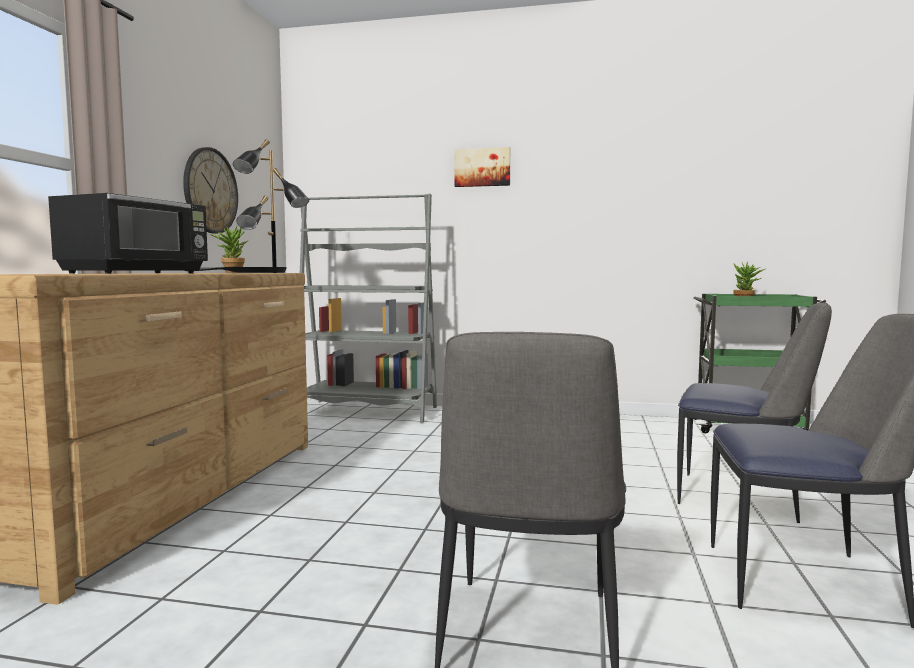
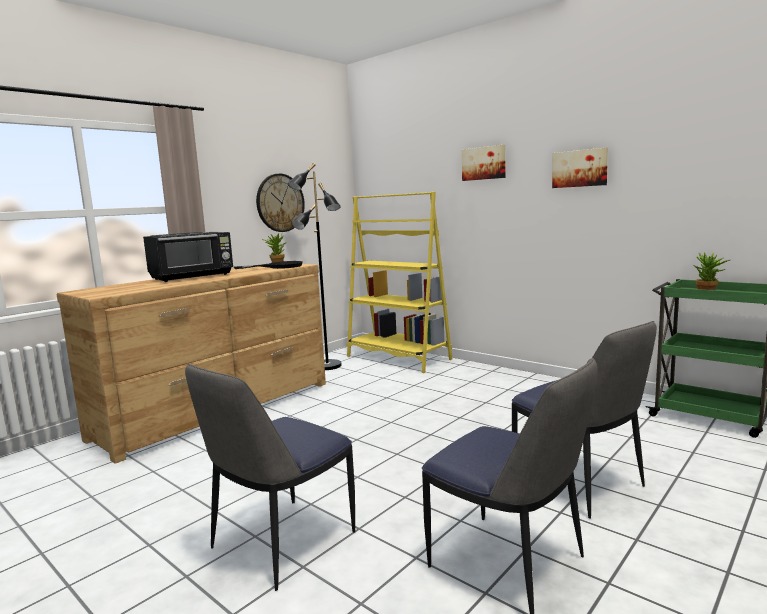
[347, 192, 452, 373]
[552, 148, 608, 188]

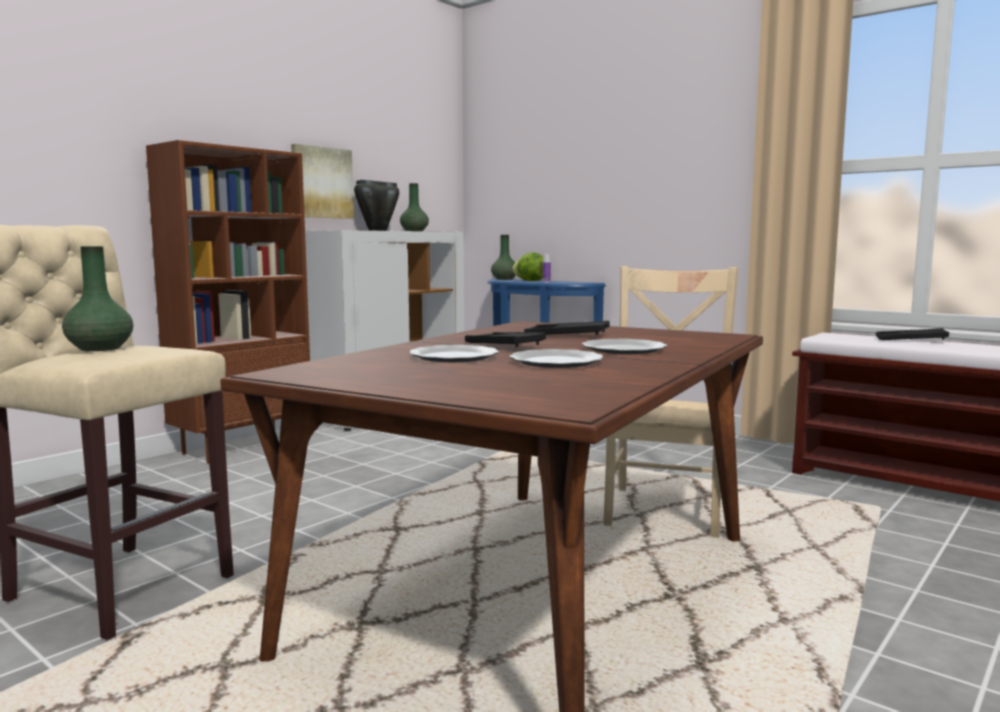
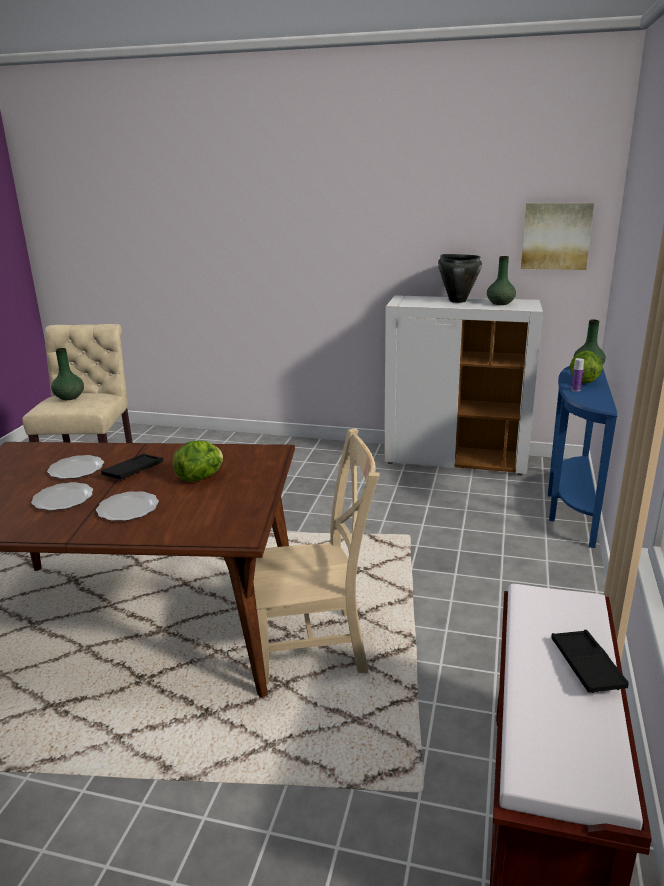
[146, 140, 310, 464] (first image)
[521, 203, 594, 270]
[173, 441, 223, 482]

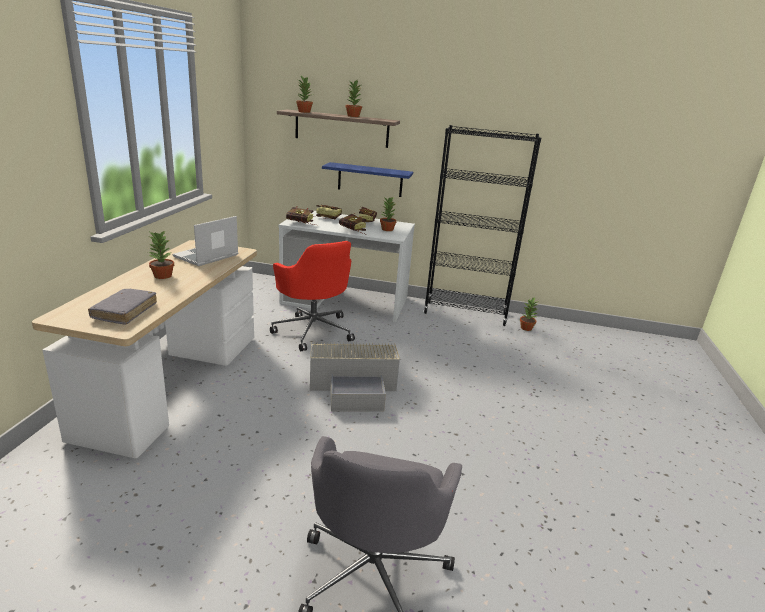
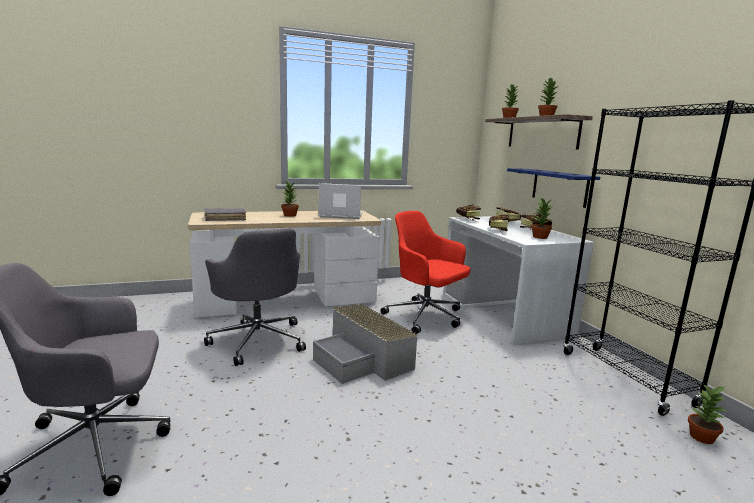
[381, 211, 470, 334]
[204, 228, 306, 366]

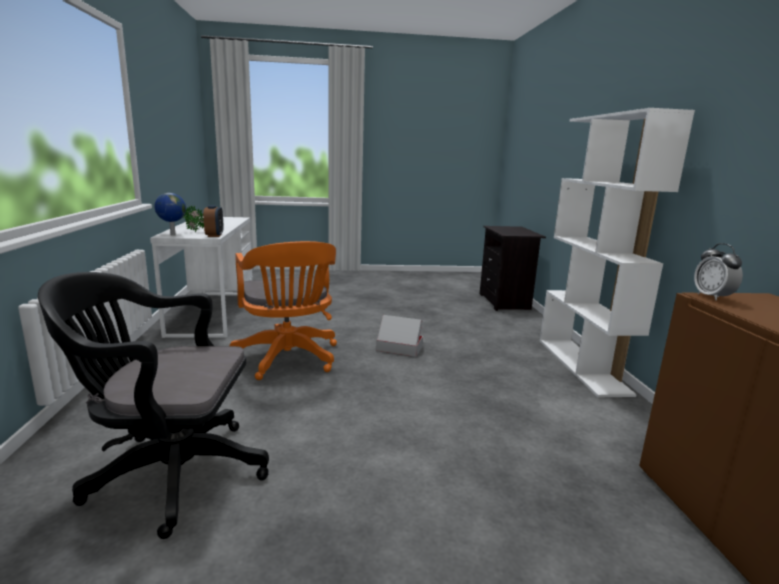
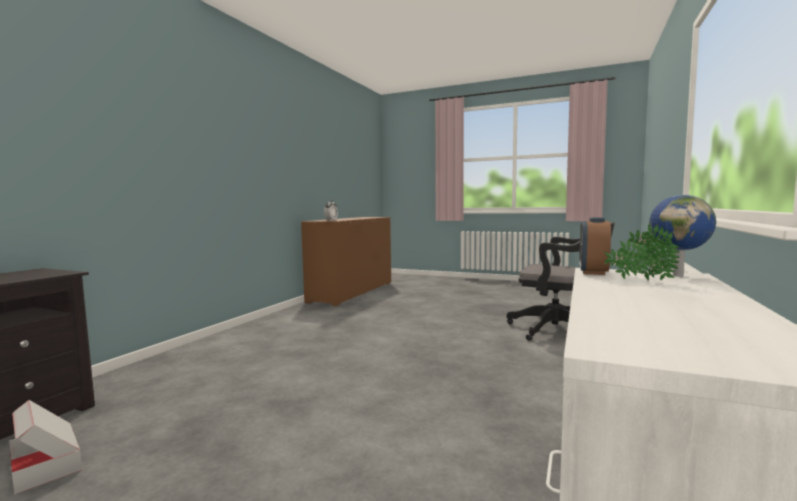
[229, 241, 337, 380] (first image)
[9, 400, 82, 495]
[540, 108, 695, 397] (first image)

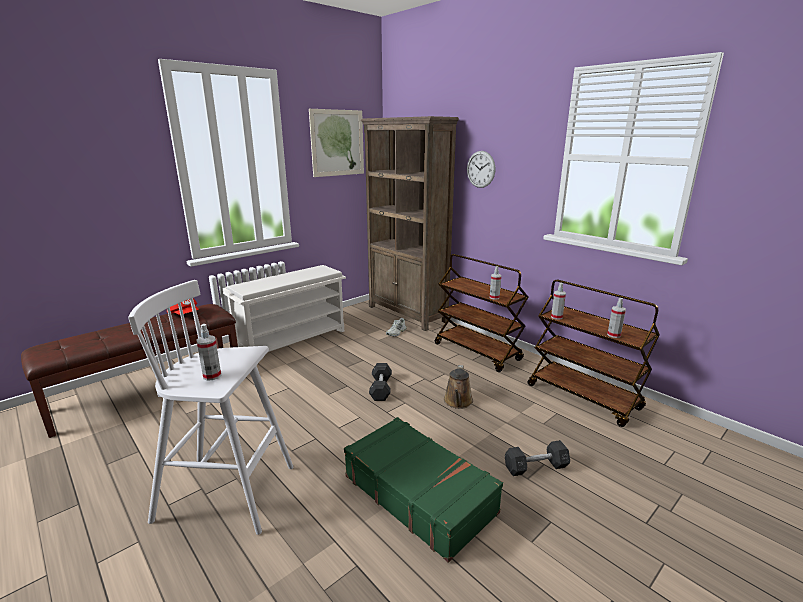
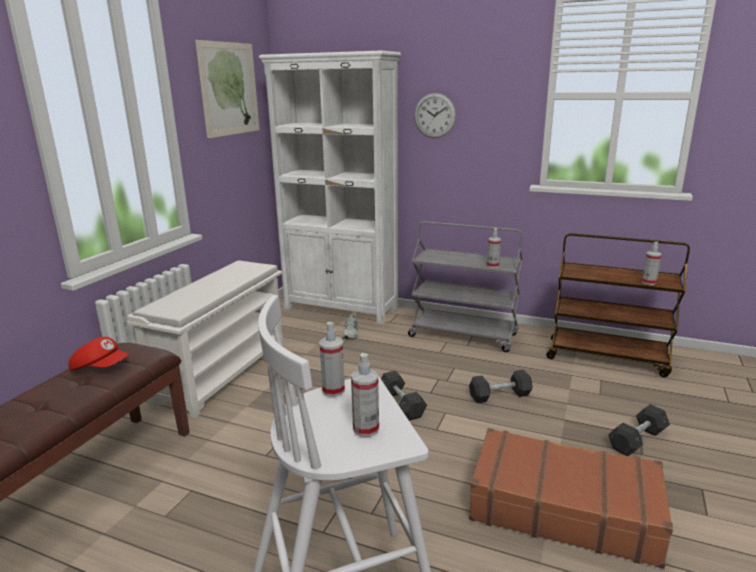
[469, 428, 673, 569]
[259, 51, 401, 325]
[408, 221, 523, 352]
[469, 370, 533, 403]
[320, 322, 345, 397]

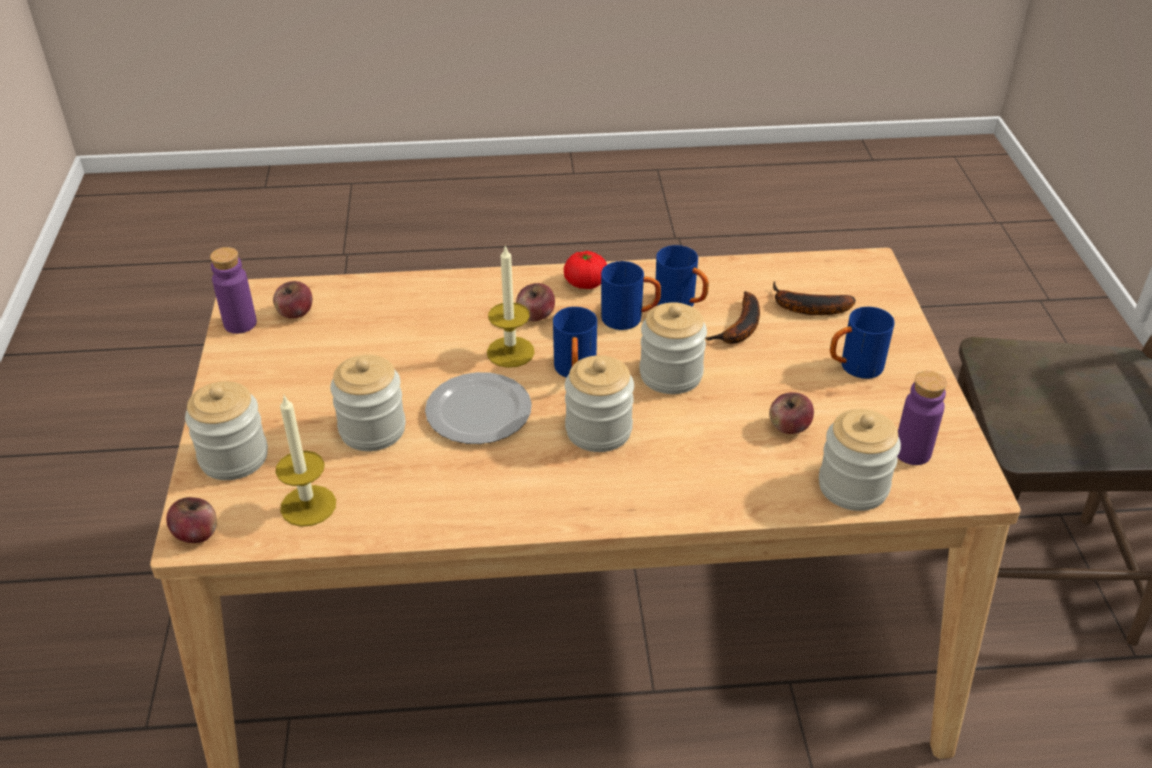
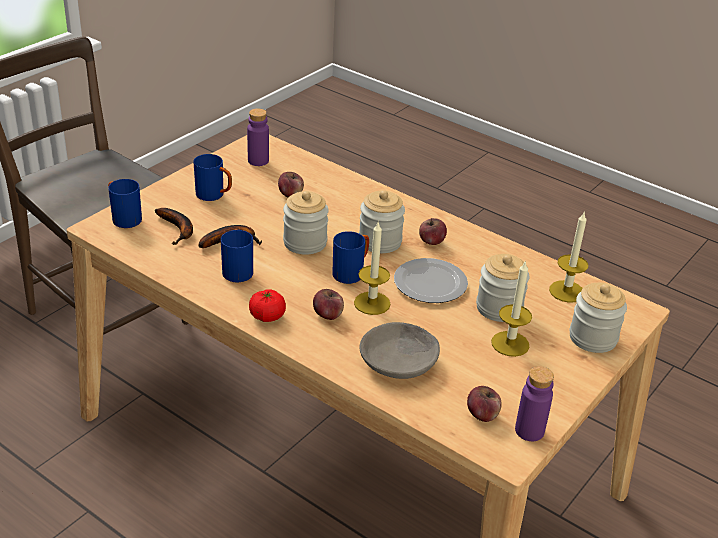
[419, 218, 447, 245]
[108, 179, 142, 228]
[819, 409, 901, 511] (first image)
[359, 322, 440, 379]
[491, 260, 532, 357]

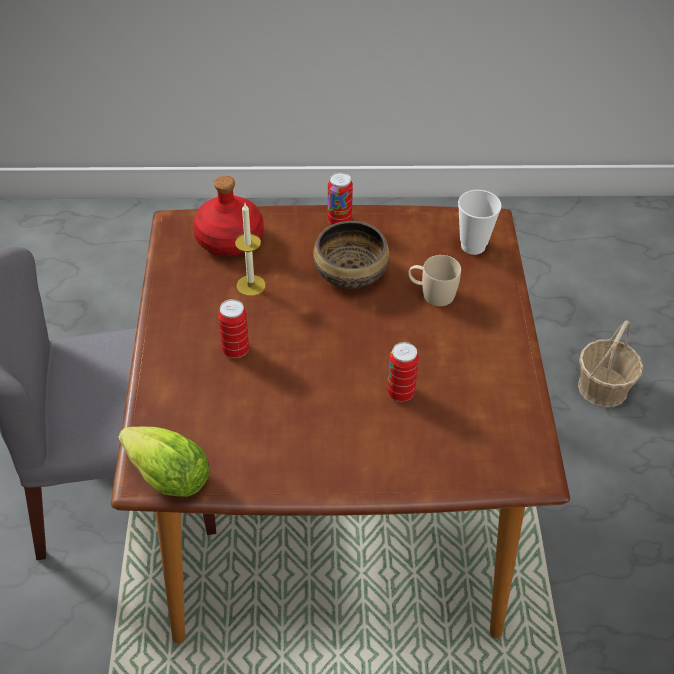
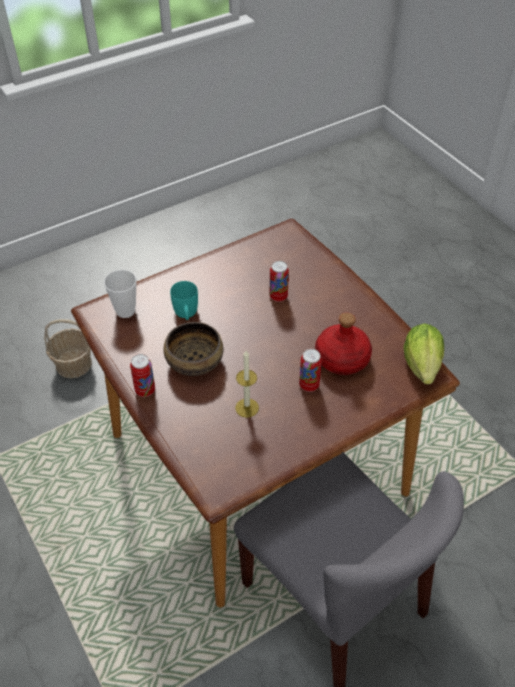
[315, 313, 372, 375]
[170, 281, 198, 320]

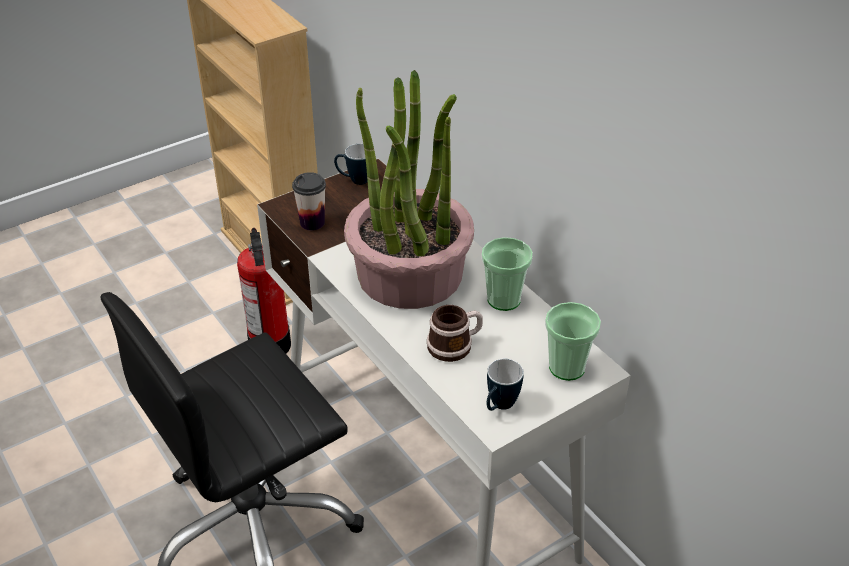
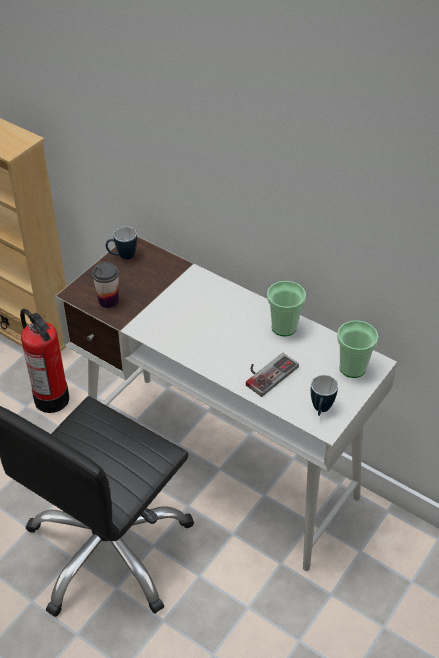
[344, 70, 474, 309] (first image)
[246, 353, 299, 397]

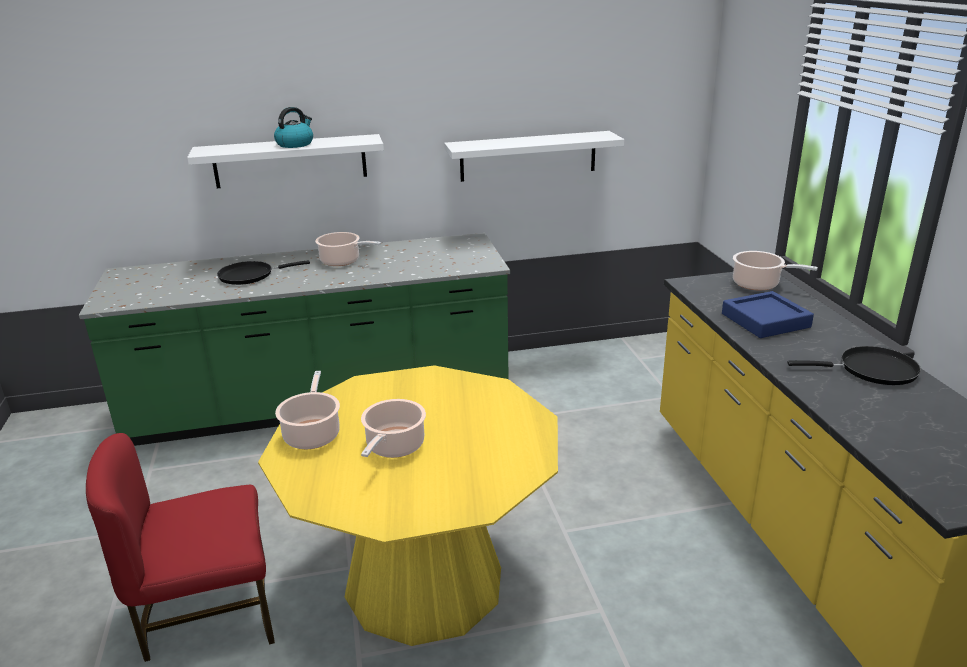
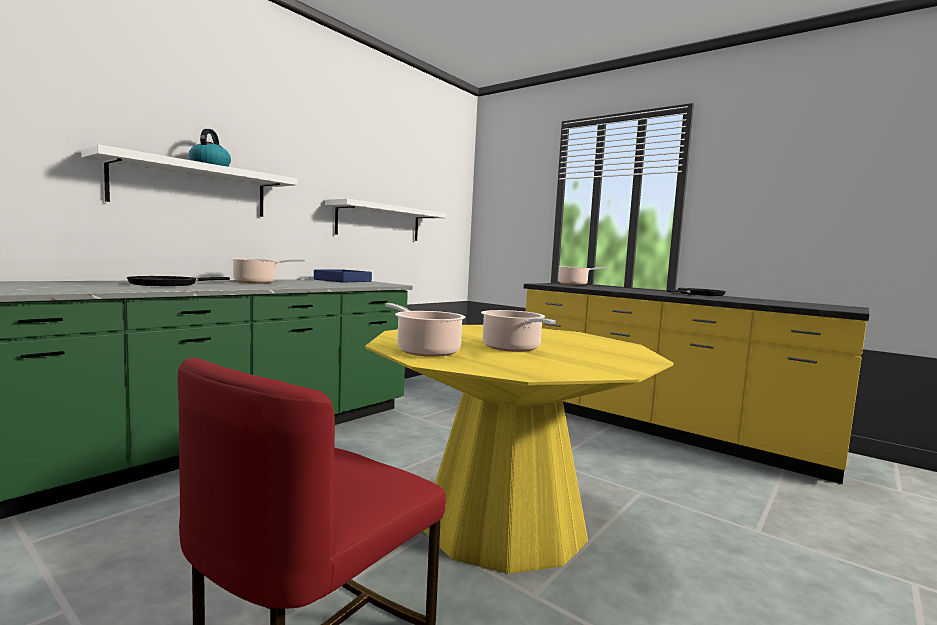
[314, 269, 372, 283]

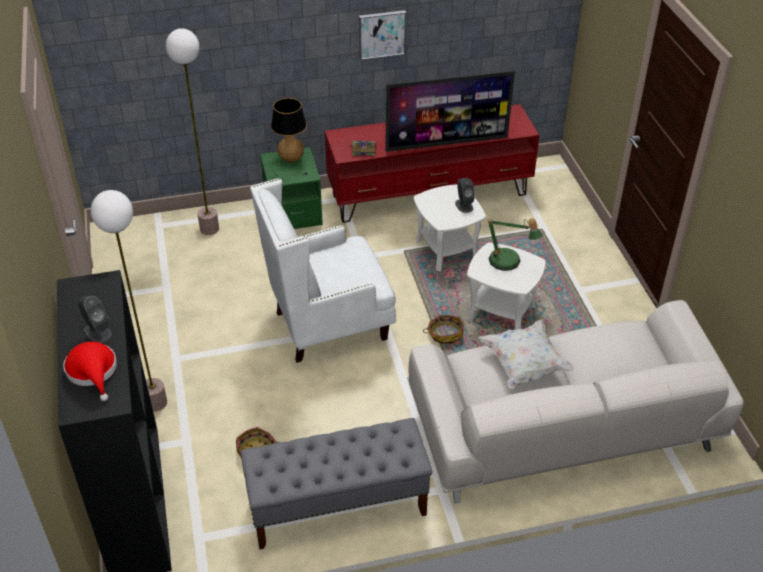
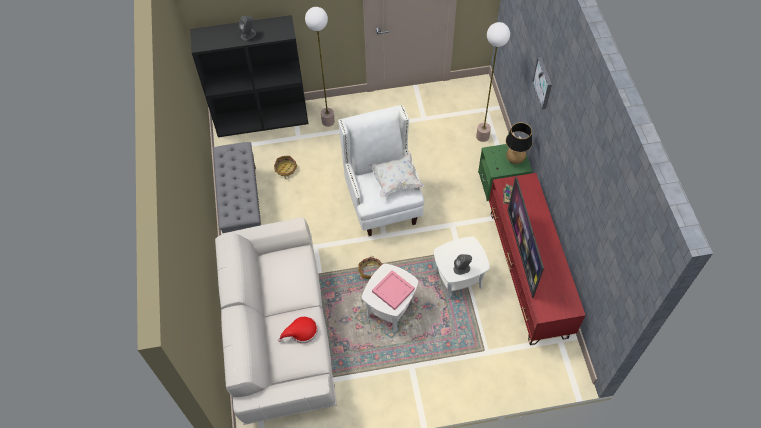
[278, 316, 318, 343]
[532, 57, 552, 109]
[369, 153, 424, 197]
[372, 270, 415, 310]

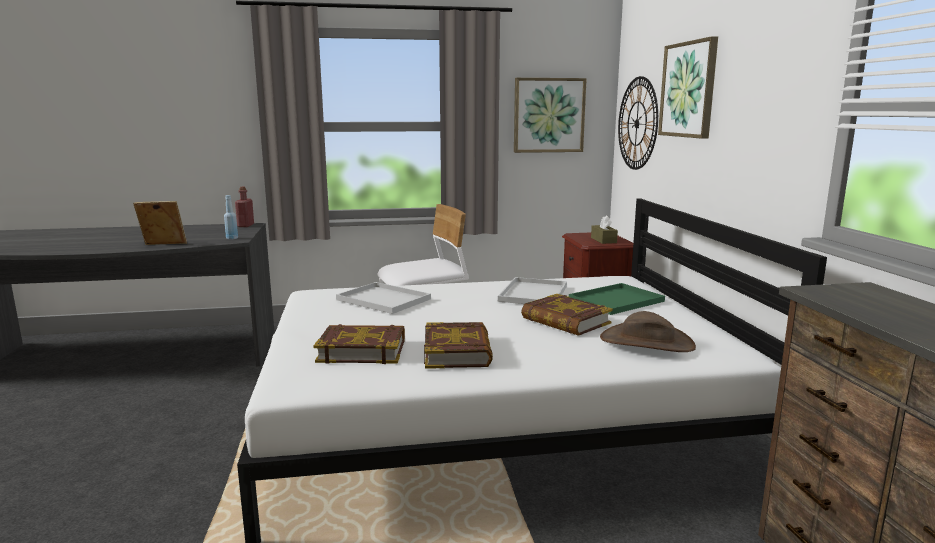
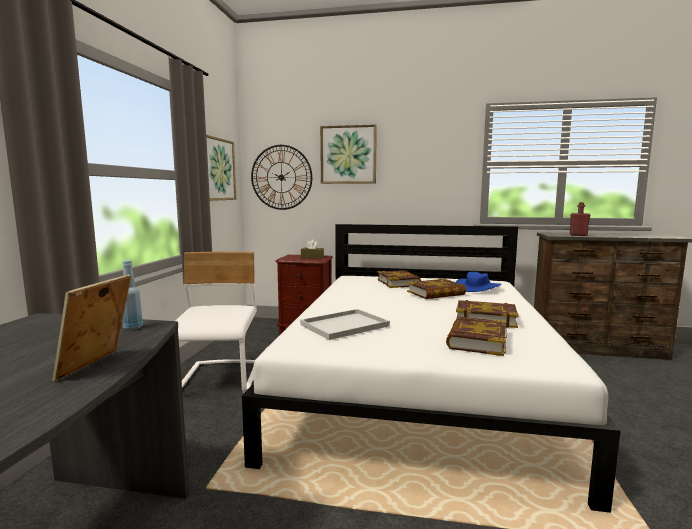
[570, 202, 590, 236]
[498, 277, 567, 304] (first image)
[377, 270, 421, 288]
[456, 272, 502, 292]

